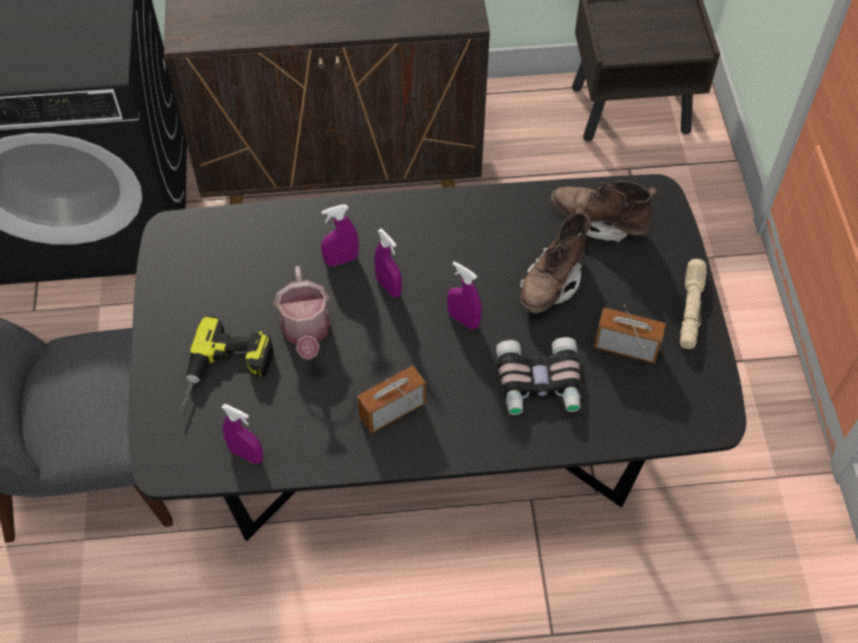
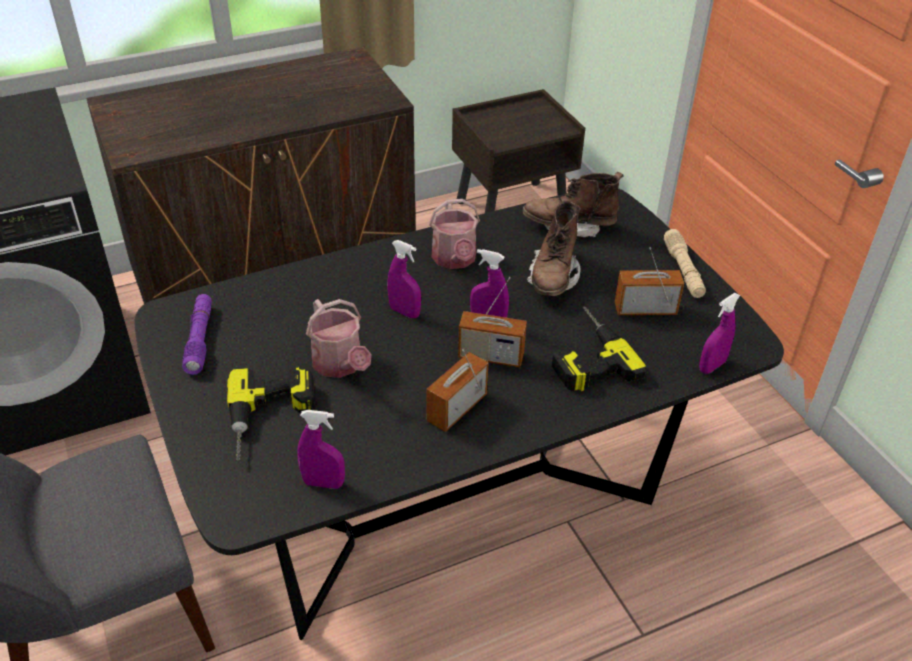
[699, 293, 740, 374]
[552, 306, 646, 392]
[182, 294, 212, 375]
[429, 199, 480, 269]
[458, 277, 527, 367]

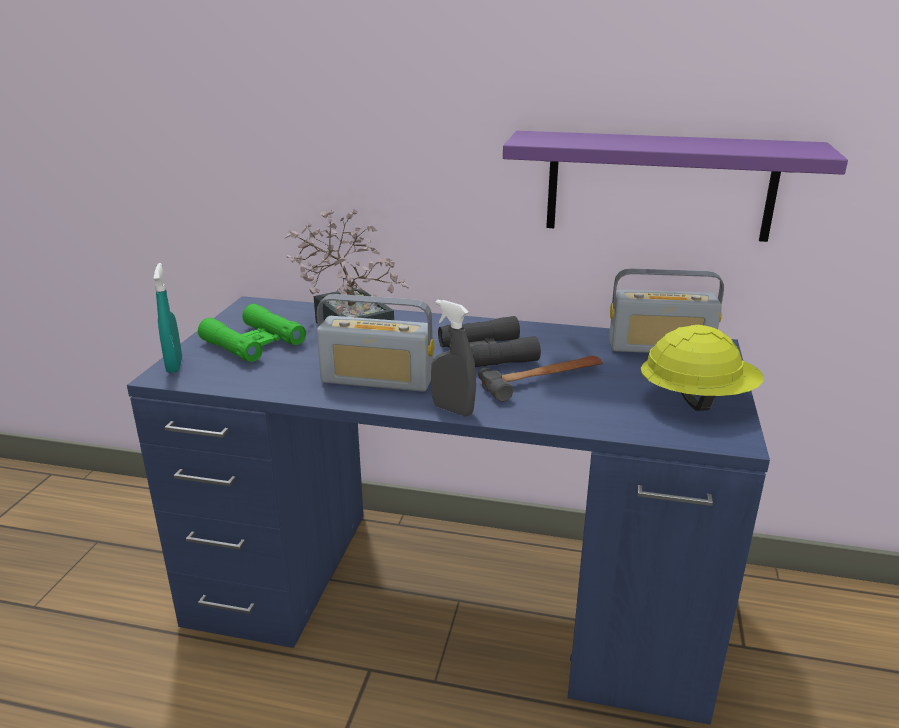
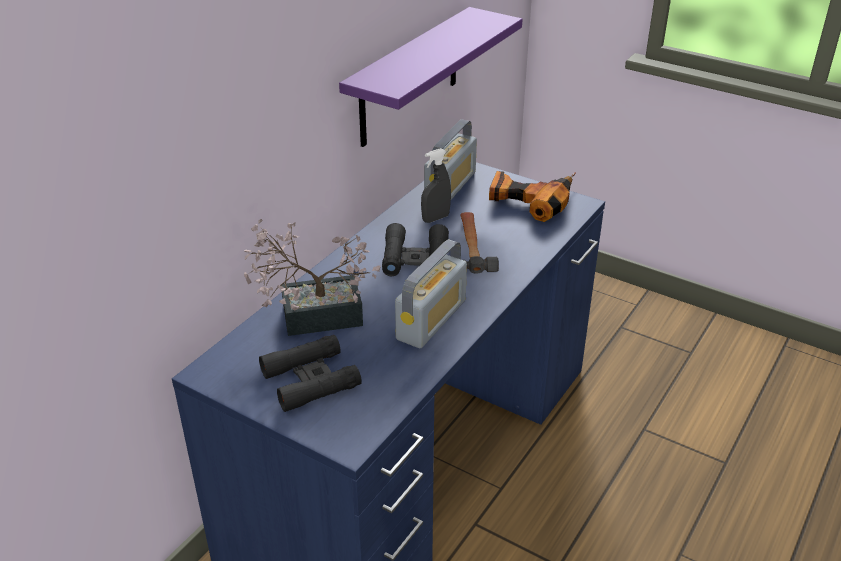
[153, 263, 182, 373] (first image)
[259, 335, 362, 412]
[421, 148, 451, 223]
[489, 171, 576, 222]

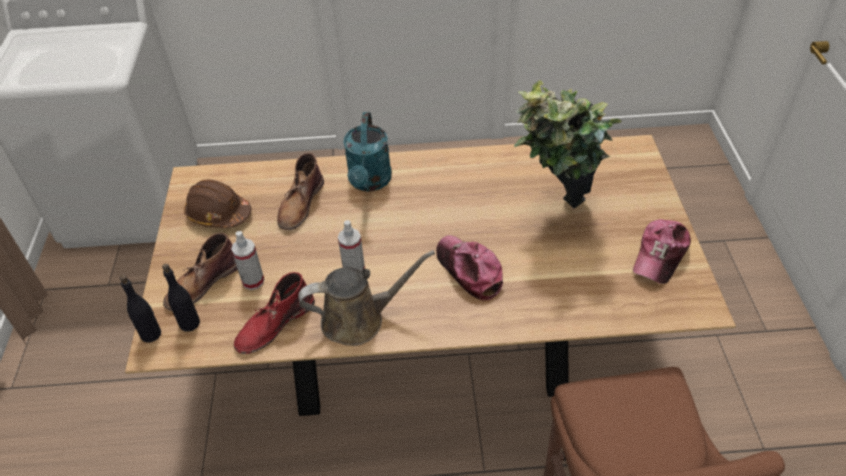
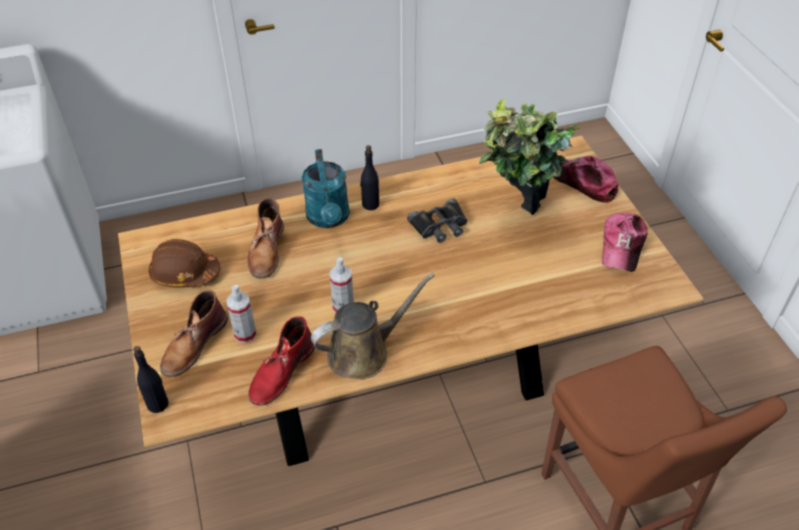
[360, 145, 379, 210]
[553, 156, 618, 203]
[407, 199, 468, 243]

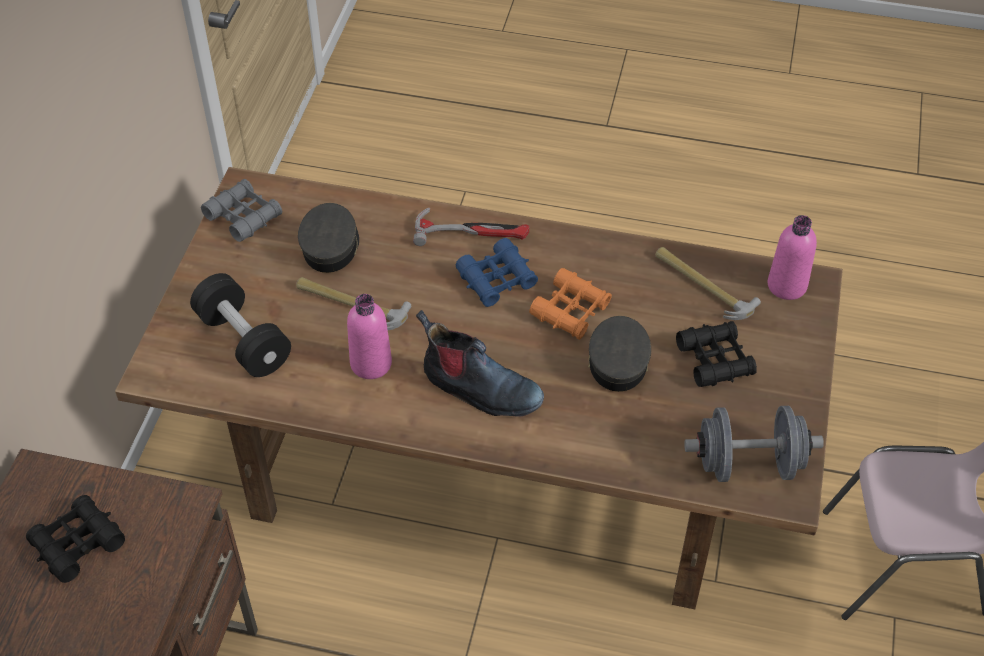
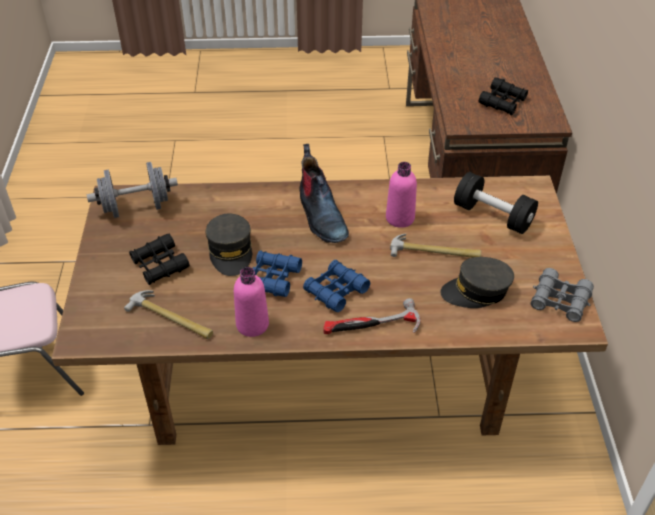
[440, 257, 514, 308]
[299, 144, 349, 243]
[253, 250, 302, 297]
[234, 267, 269, 337]

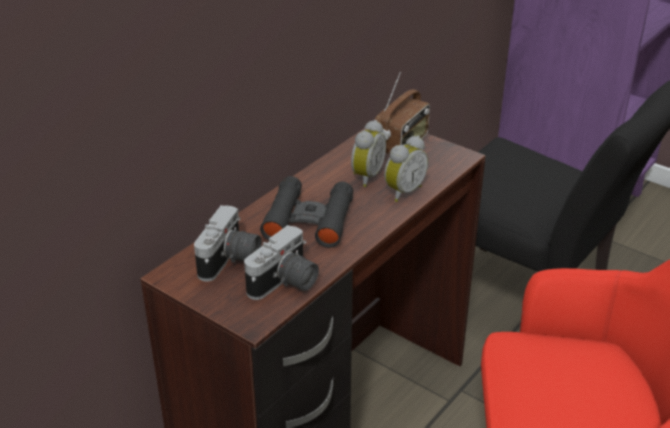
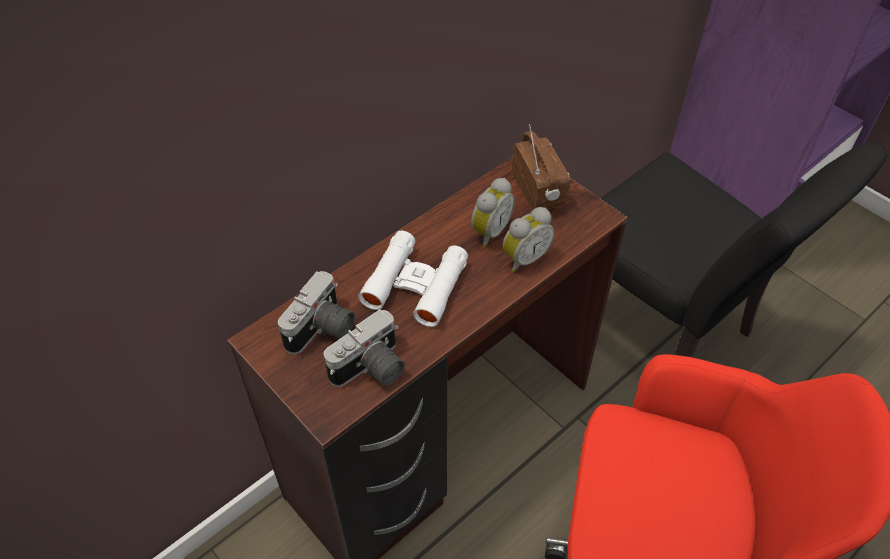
[358, 231, 468, 327]
[512, 124, 570, 210]

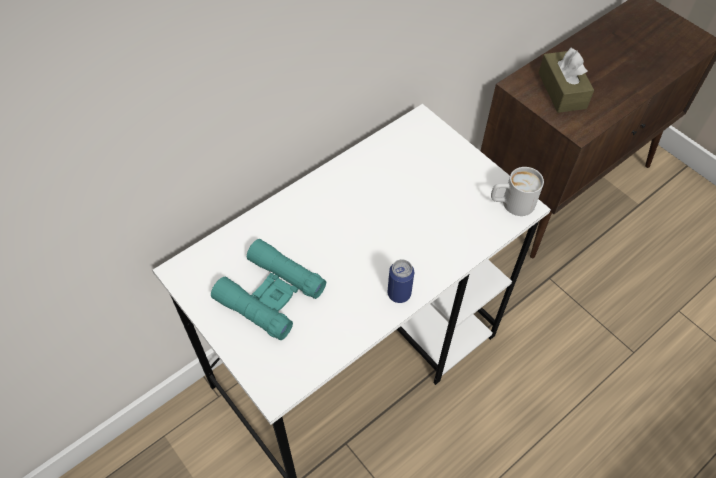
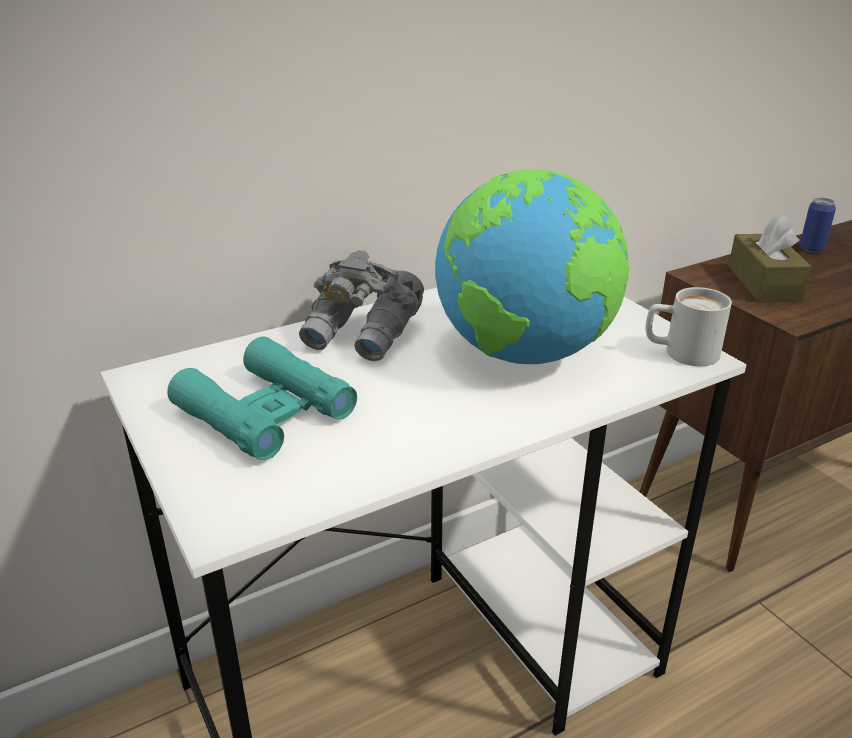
[800, 198, 836, 252]
[299, 250, 424, 361]
[435, 169, 629, 364]

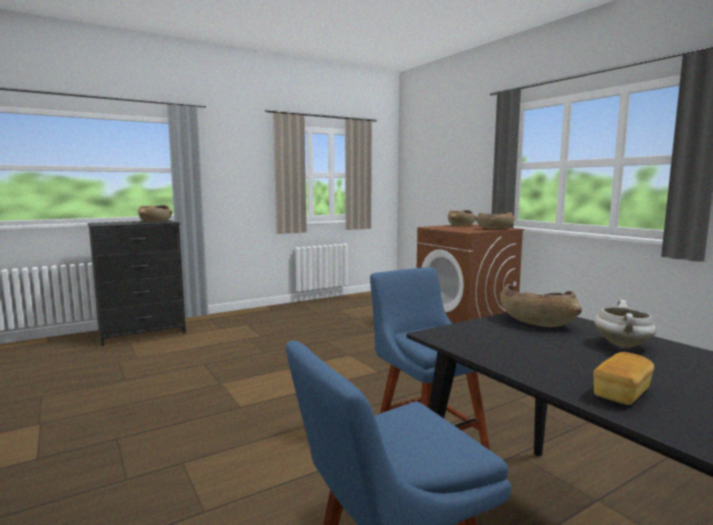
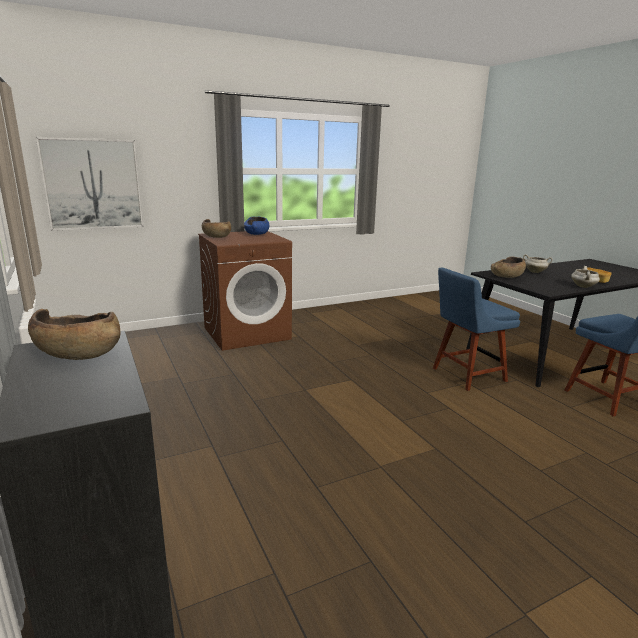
[244, 217, 269, 235]
[36, 137, 144, 231]
[571, 266, 600, 288]

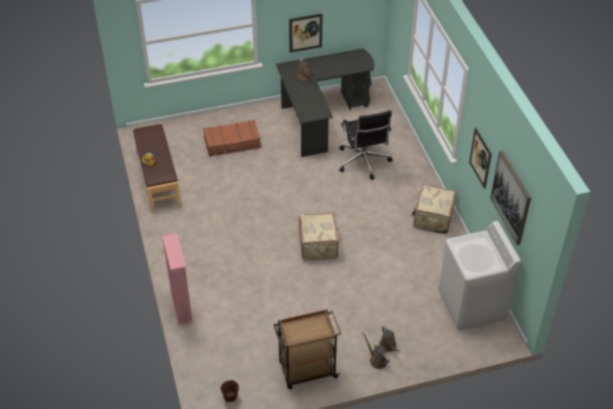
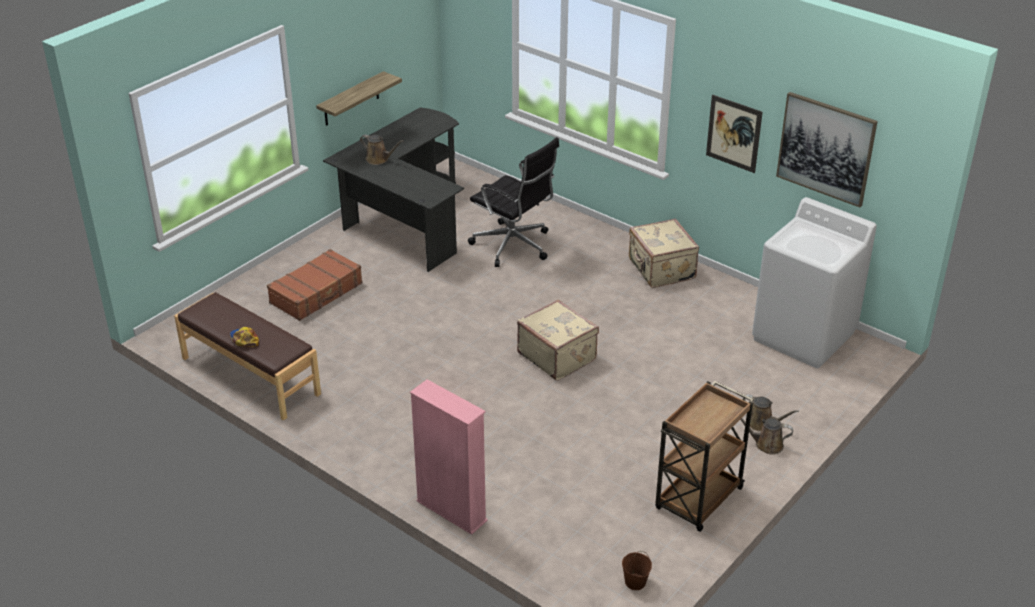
[316, 71, 402, 126]

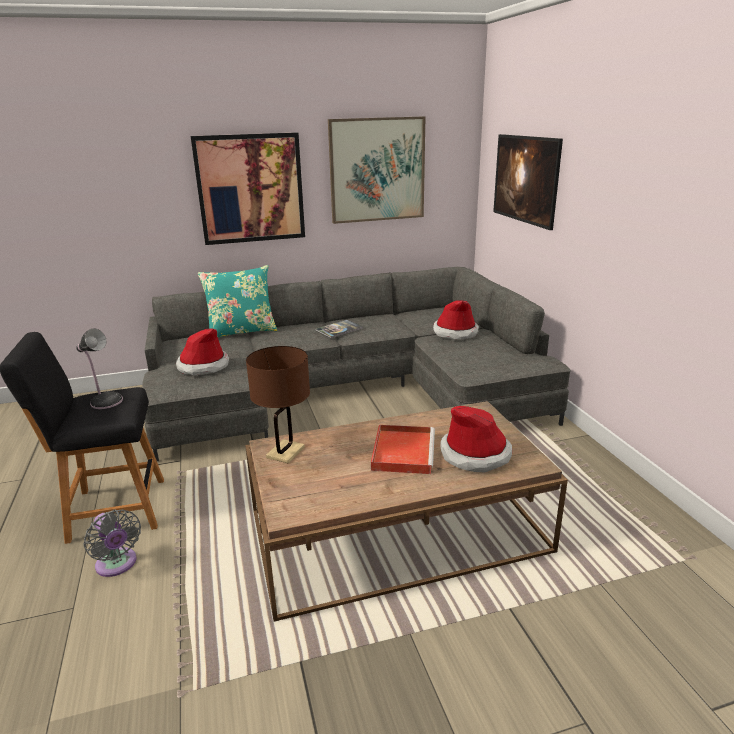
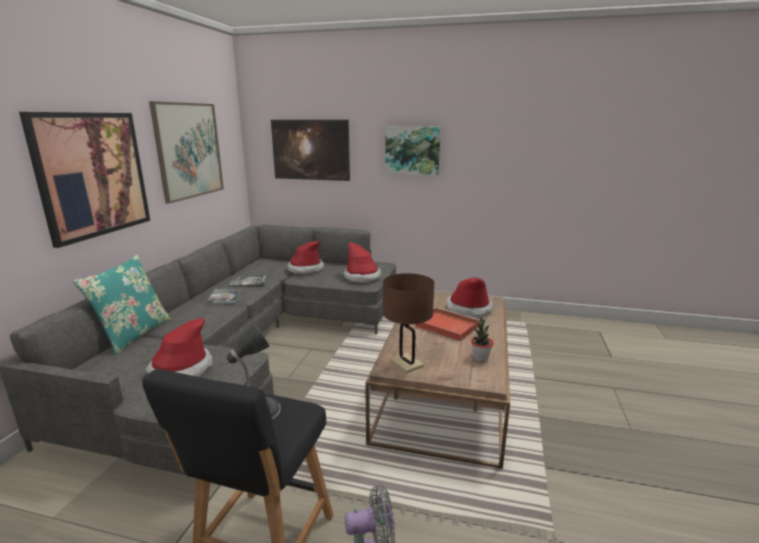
[228, 276, 267, 287]
[344, 242, 382, 283]
[385, 126, 441, 176]
[471, 316, 494, 362]

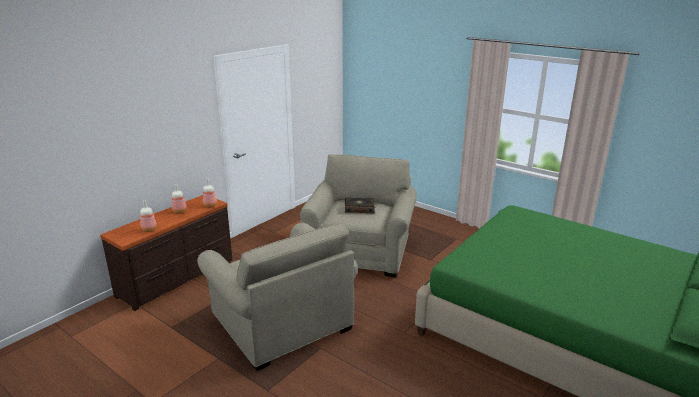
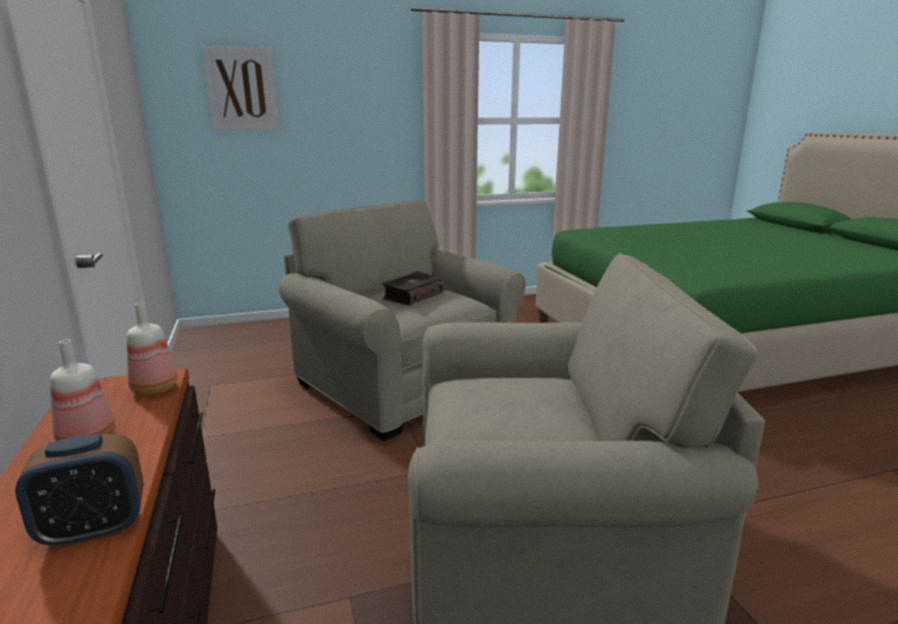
[15, 434, 144, 548]
[202, 46, 279, 130]

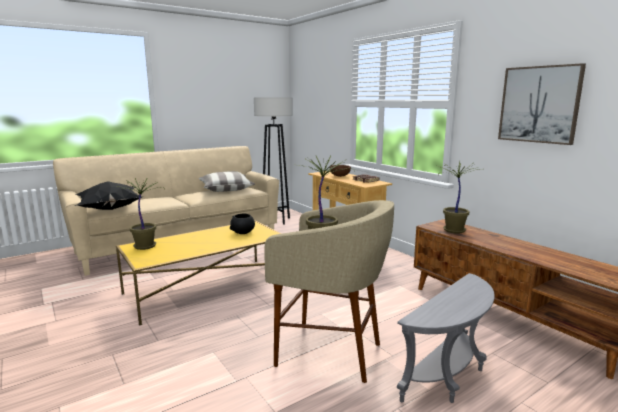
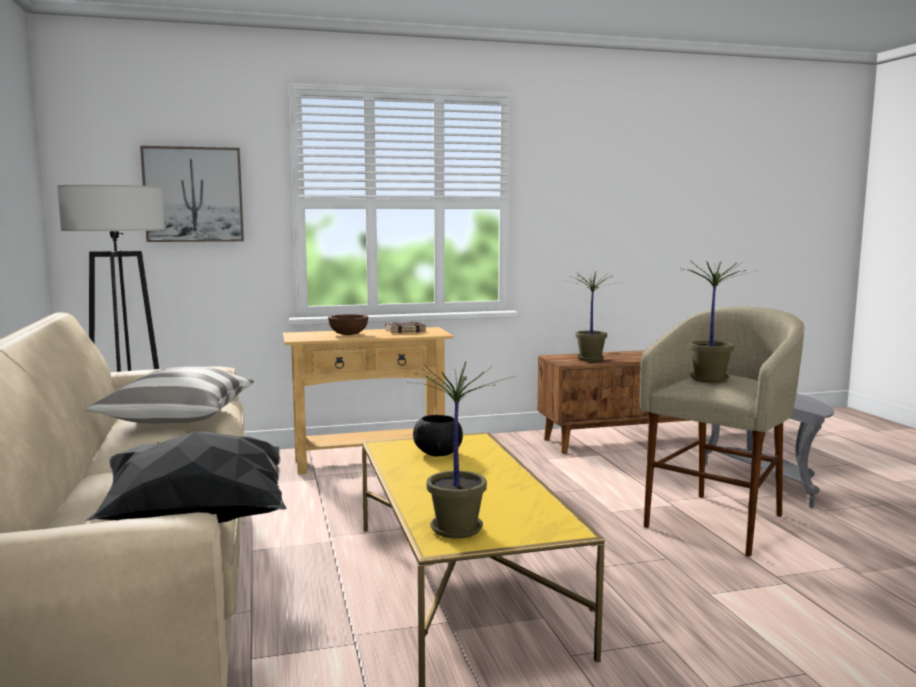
[140, 146, 244, 242]

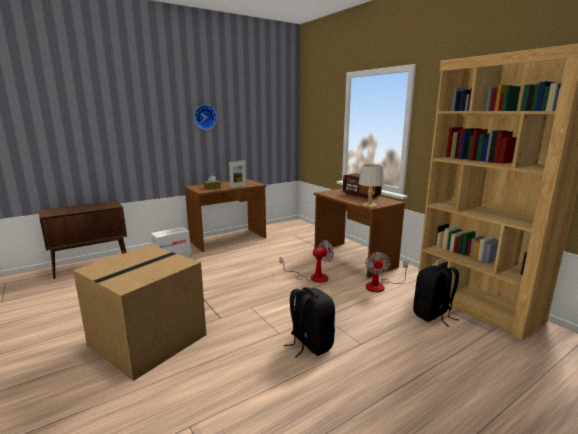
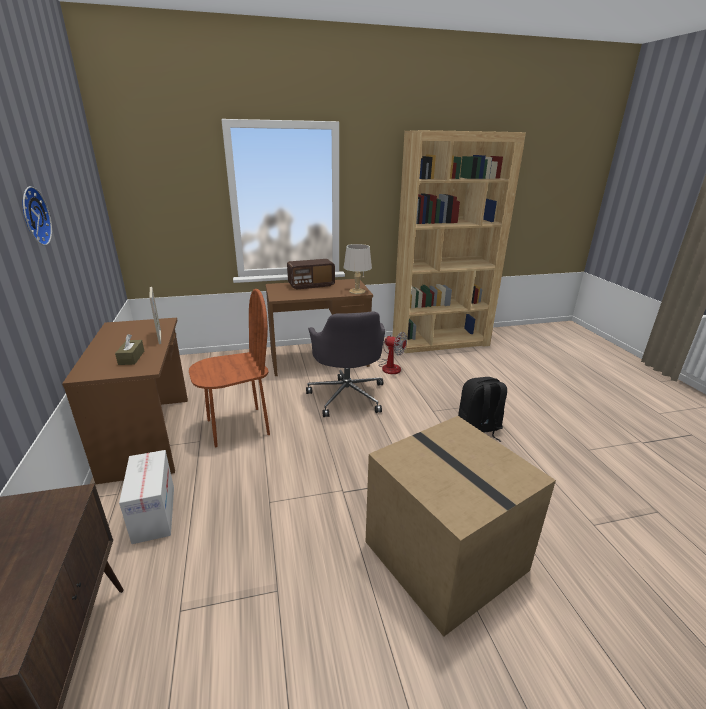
[306, 311, 385, 417]
[413, 265, 459, 327] (first image)
[189, 289, 270, 447]

